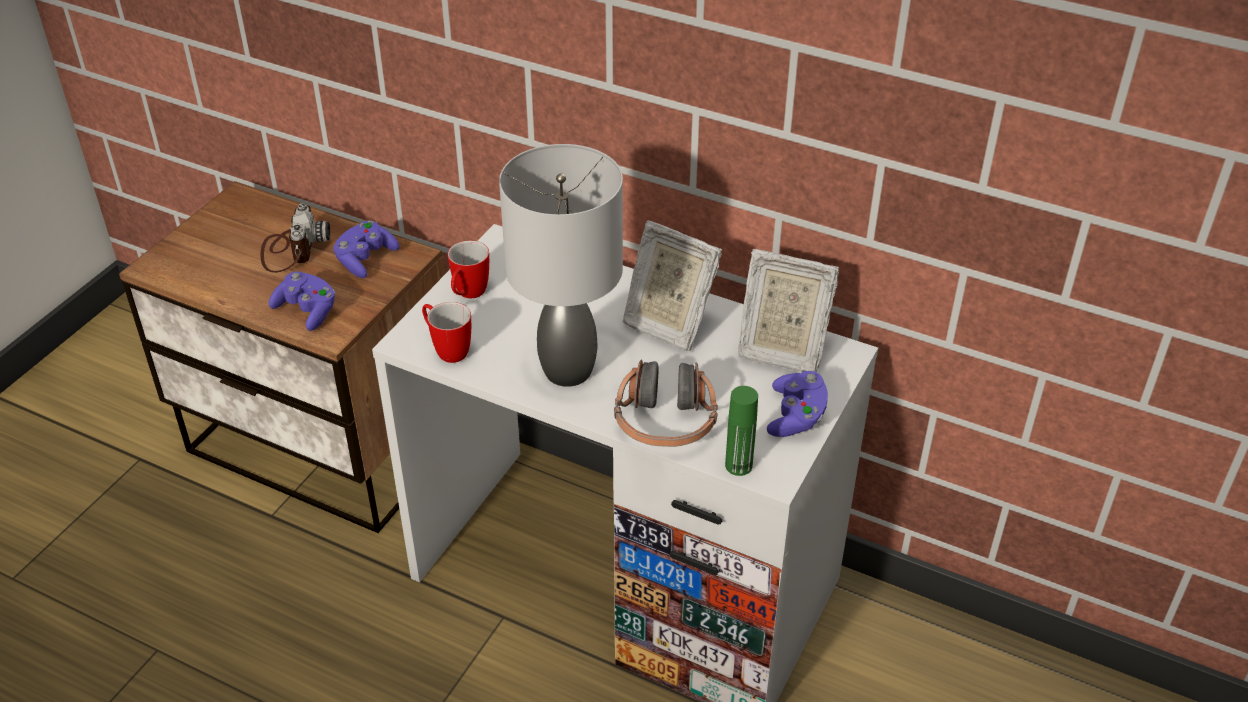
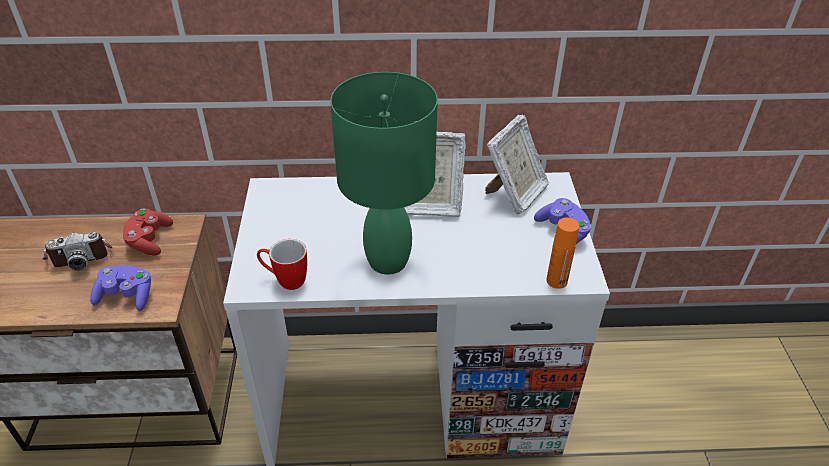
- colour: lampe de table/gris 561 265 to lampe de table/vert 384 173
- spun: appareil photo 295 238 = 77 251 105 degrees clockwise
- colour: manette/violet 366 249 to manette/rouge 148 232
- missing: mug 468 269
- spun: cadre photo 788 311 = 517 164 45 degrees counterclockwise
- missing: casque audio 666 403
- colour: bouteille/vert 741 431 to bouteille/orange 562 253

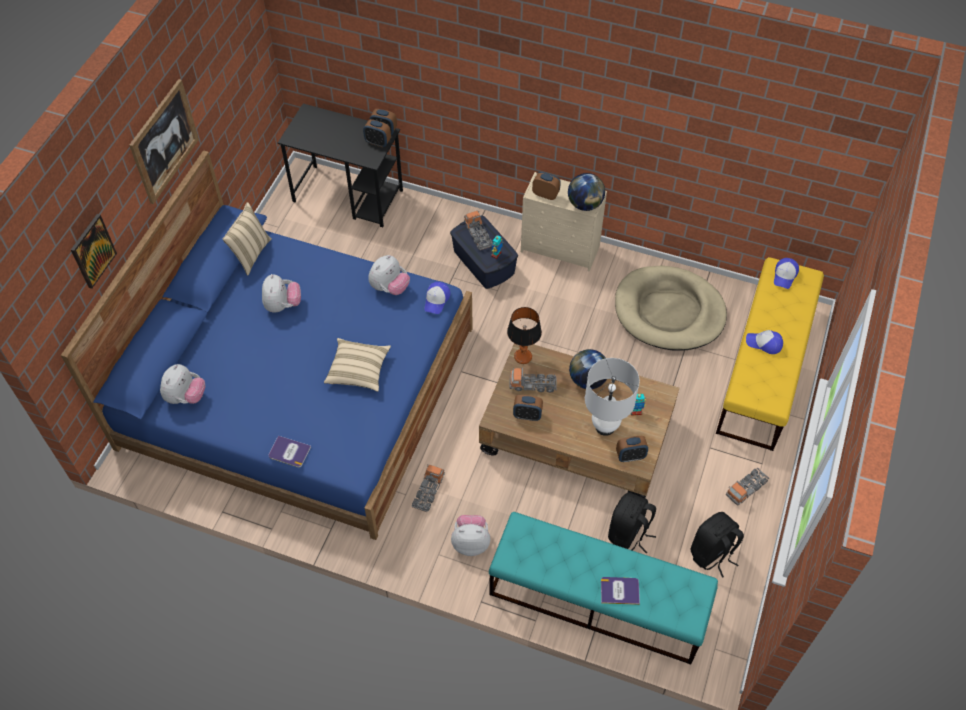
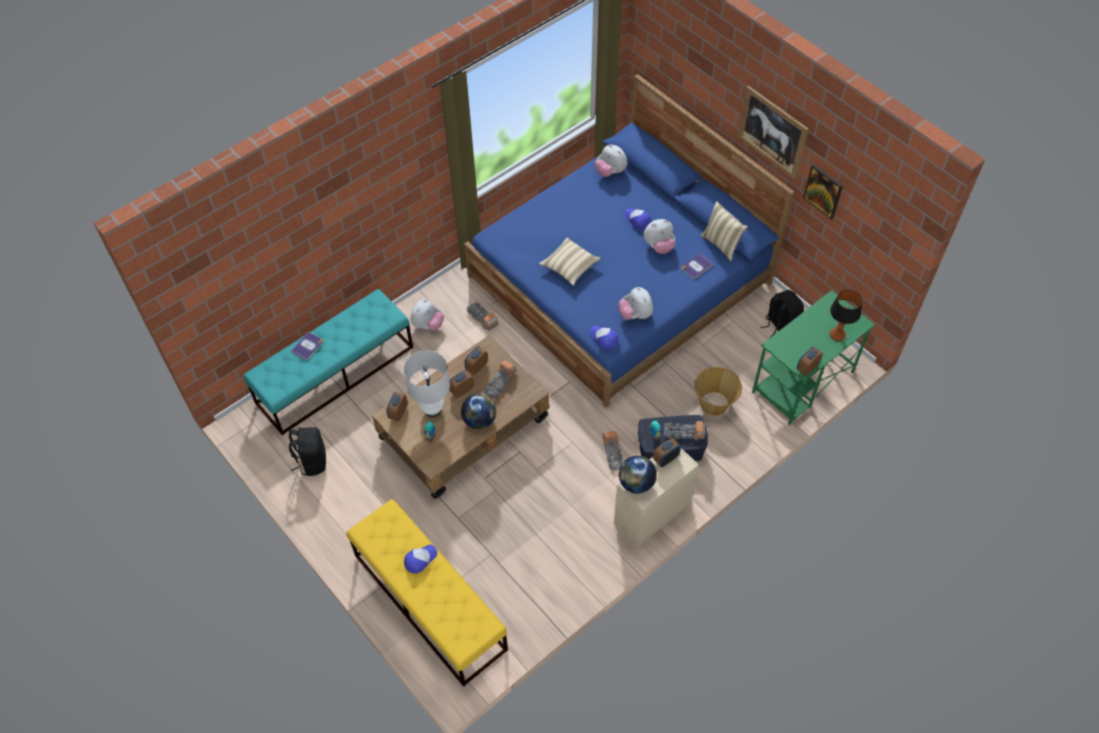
- colour: bureau/noir 340 165 to bureau/vert 813 357
- relocated: réveil 377 133 to 461 384
- relocated: tableau 94 251 to 823 192
- relocated: casquette 786 273 to 638 219
- missing: panier pour chien/beige 671 308
- spun: peluche 281 293 = 659 236 45 degrees counterclockwise
- relocated: lampe de table 524 335 to 846 315
- relocated: livre 290 451 to 697 266
- relocated: camion jouet 748 487 to 613 450
- relocated: sac à dos/noir 632 523 to 782 314
- appeared: panier 718 391

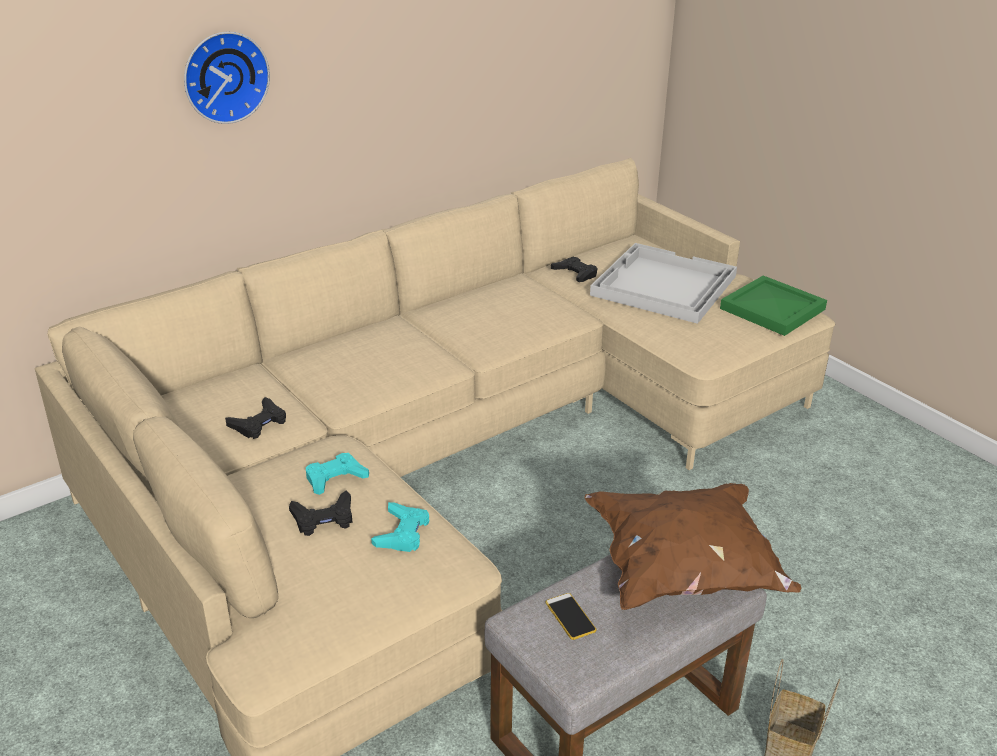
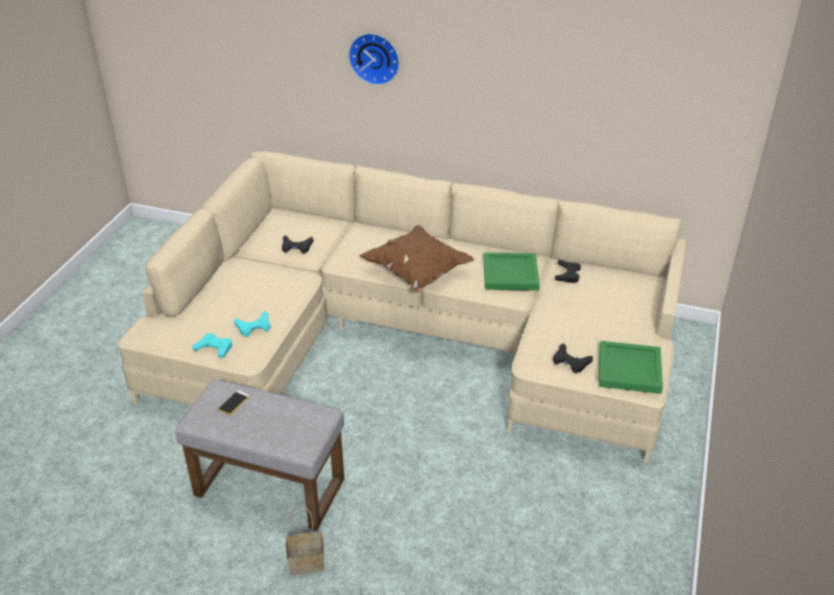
- missing: plateau/blanc 663 283
- relocated: manette/turquoise 337 474 to 212 345
- relocated: coussin/marron 693 546 to 416 258
- relocated: manette/noir 320 513 to 573 358
- appeared: plateau/vert 512 271

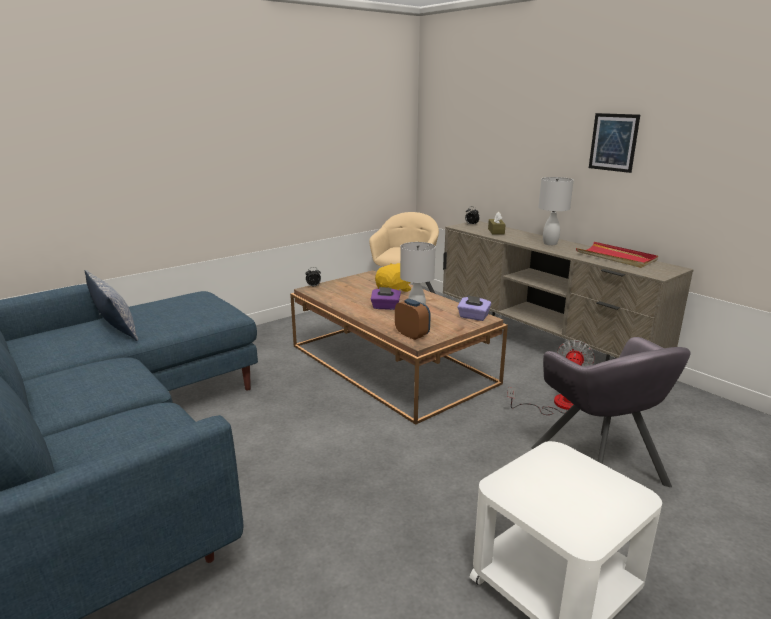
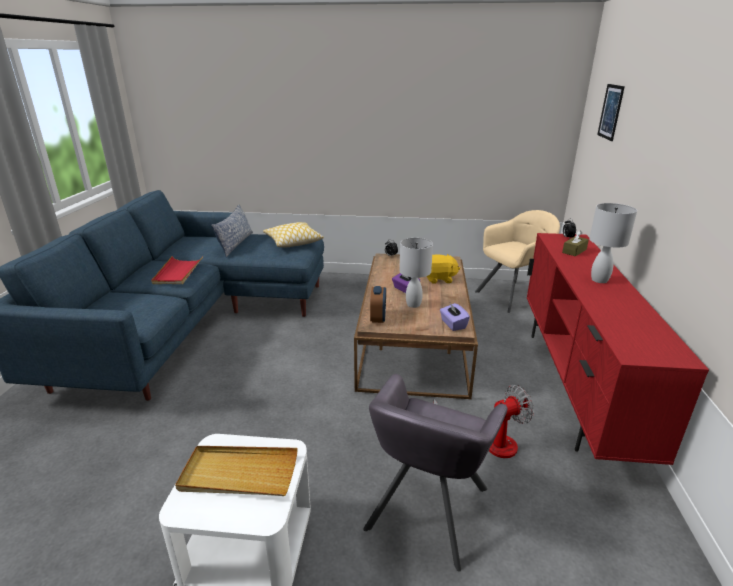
- relocated: tableau 614 143 to 611 112
- colour: meuble télé/beige 568 291 to meuble télé/rouge 618 349
- relocated: plateau/rouge 617 255 to 177 270
- appeared: coussin 293 235
- appeared: plateau/beige 236 471

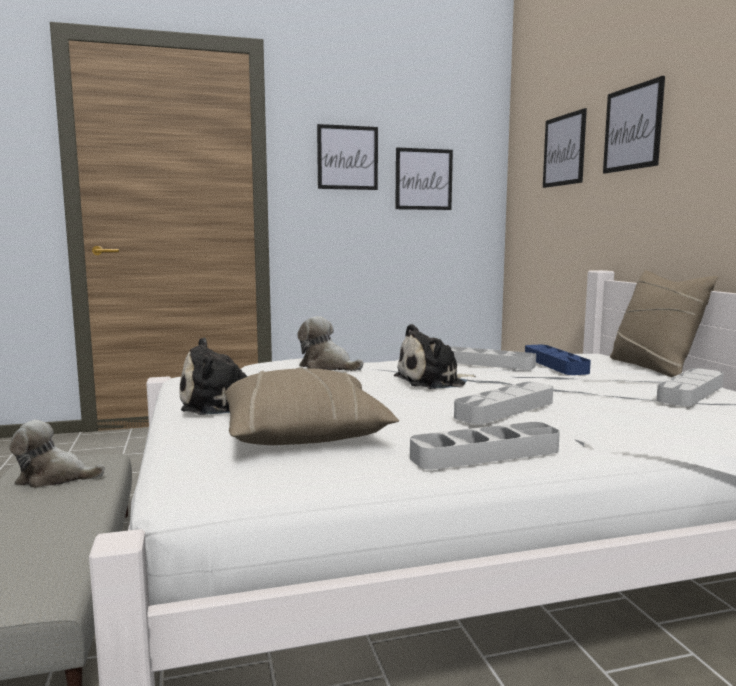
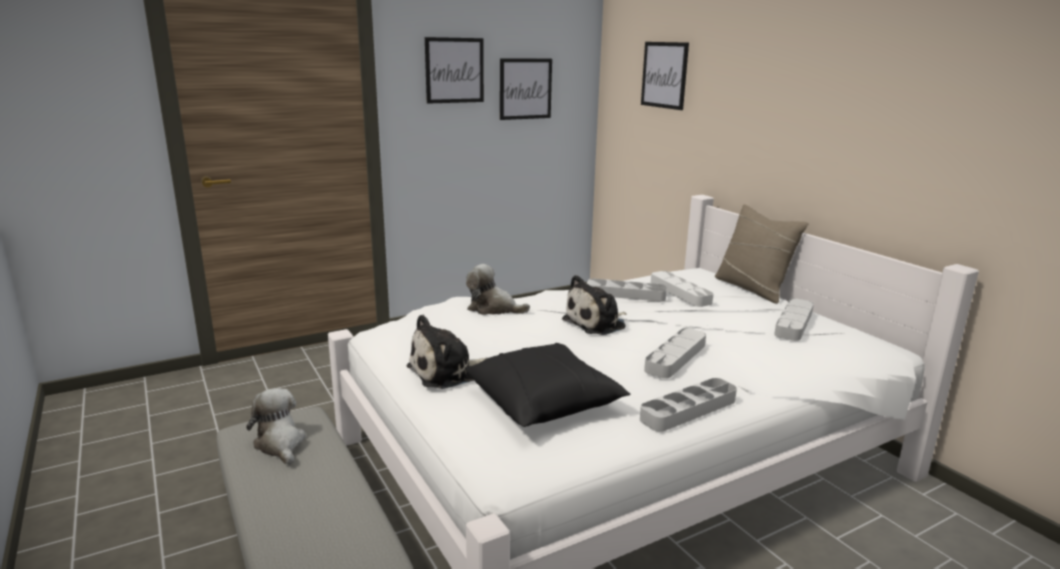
- missing: tableau 634 124
- colour: plateau/bleu 558 360 to plateau/blanc 682 289
- colour: coussin/beige 312 406 to coussin/noir 548 385
- spun: peluche 57 454 = 276 426 75 degrees clockwise

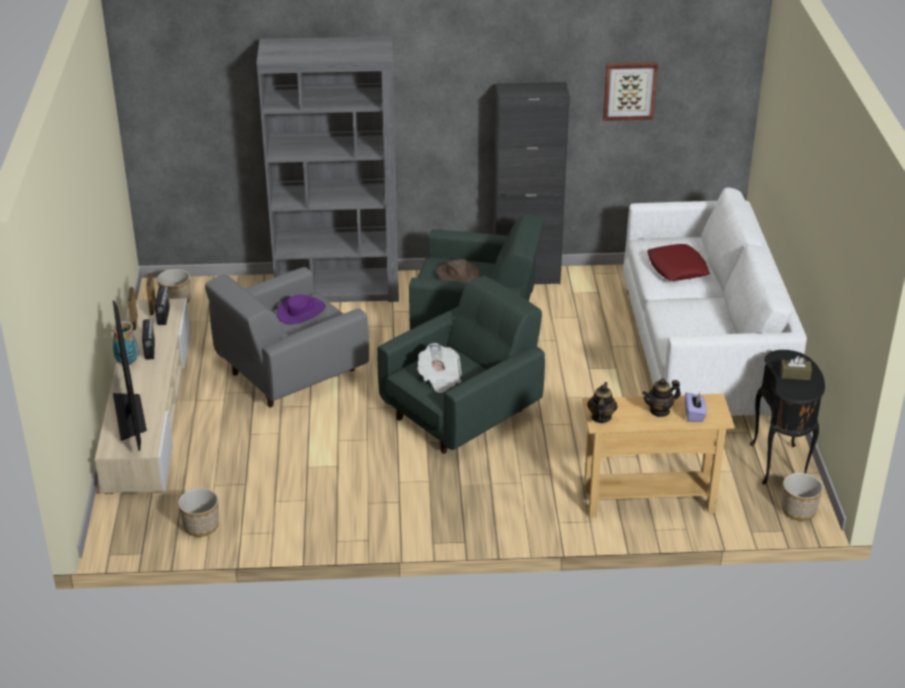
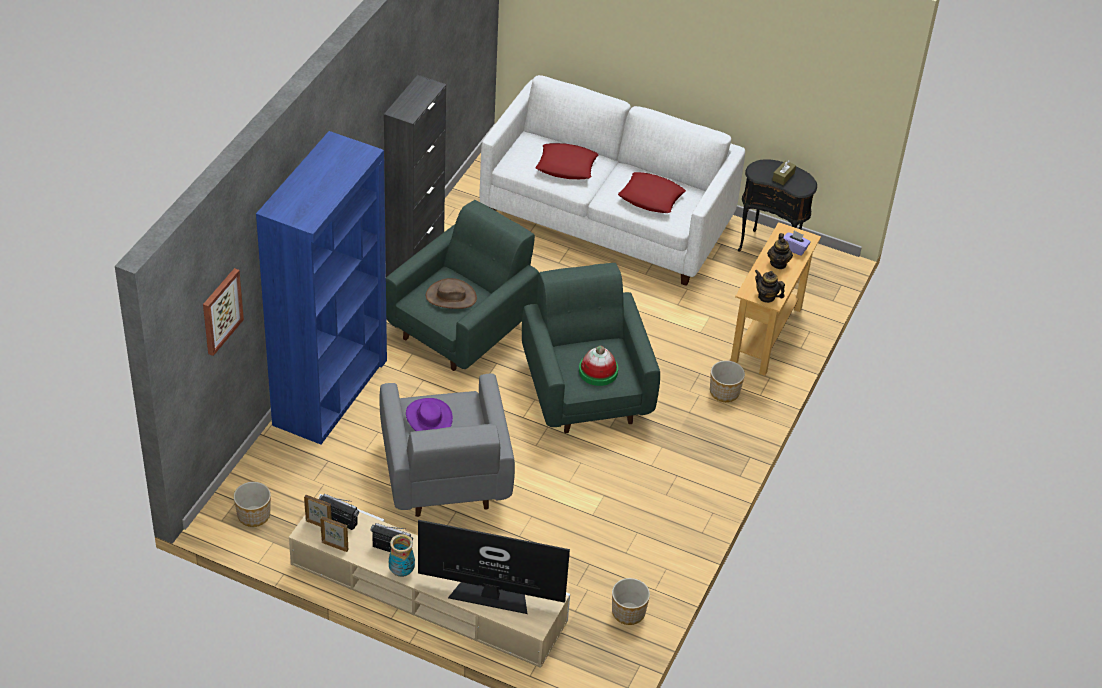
- colour: bibliothèque/gris 328 169 to bibliothèque/bleu 321 288
- relocated: tableau 630 91 to 223 312
- exchanged: journal 440 368 to chapeau 598 366
- relocated: cache-pot 802 497 to 727 381
- appeared: coussin/rouge 652 192

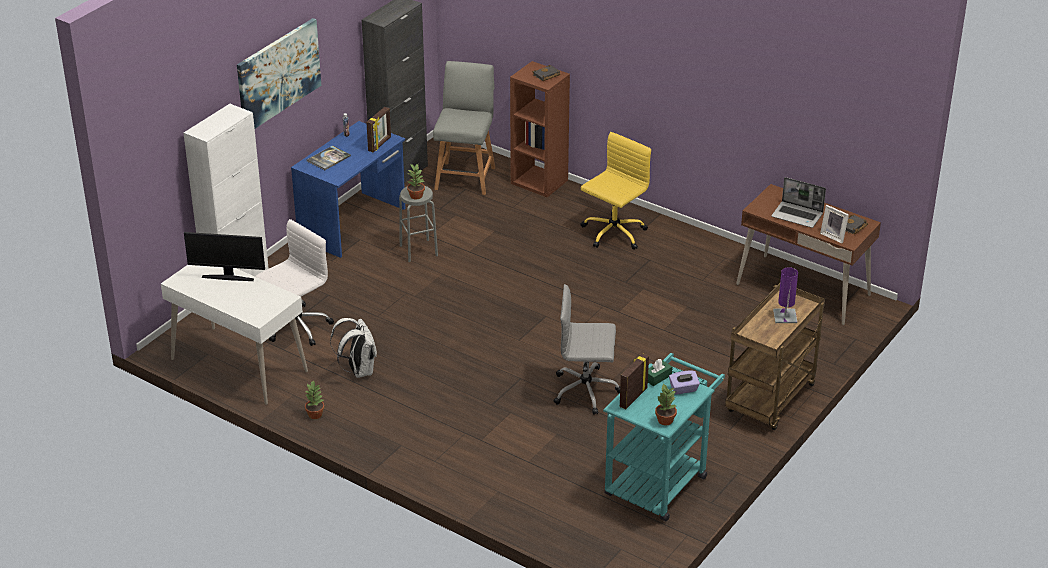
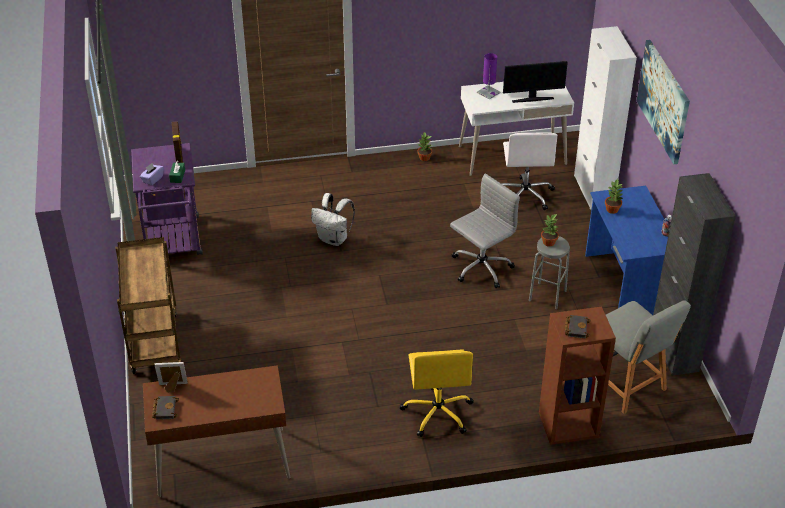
- missing: cadre photo 378 129
- missing: livre 329 158
- missing: ordinateur portable 798 202
- spun: écran d'ordinateur 224 256 = 535 82 150 degrees counterclockwise
- relocated: lampe de table/violet 785 295 to 489 76
- relocated: chaise de bureau/gris 587 349 to 485 231
- relocated: sac à dos/blanc 353 348 to 333 219
- colour: chariot/turquoise 664 437 to chariot/violet 167 199
- relocated: plante en pot 666 404 to 614 196

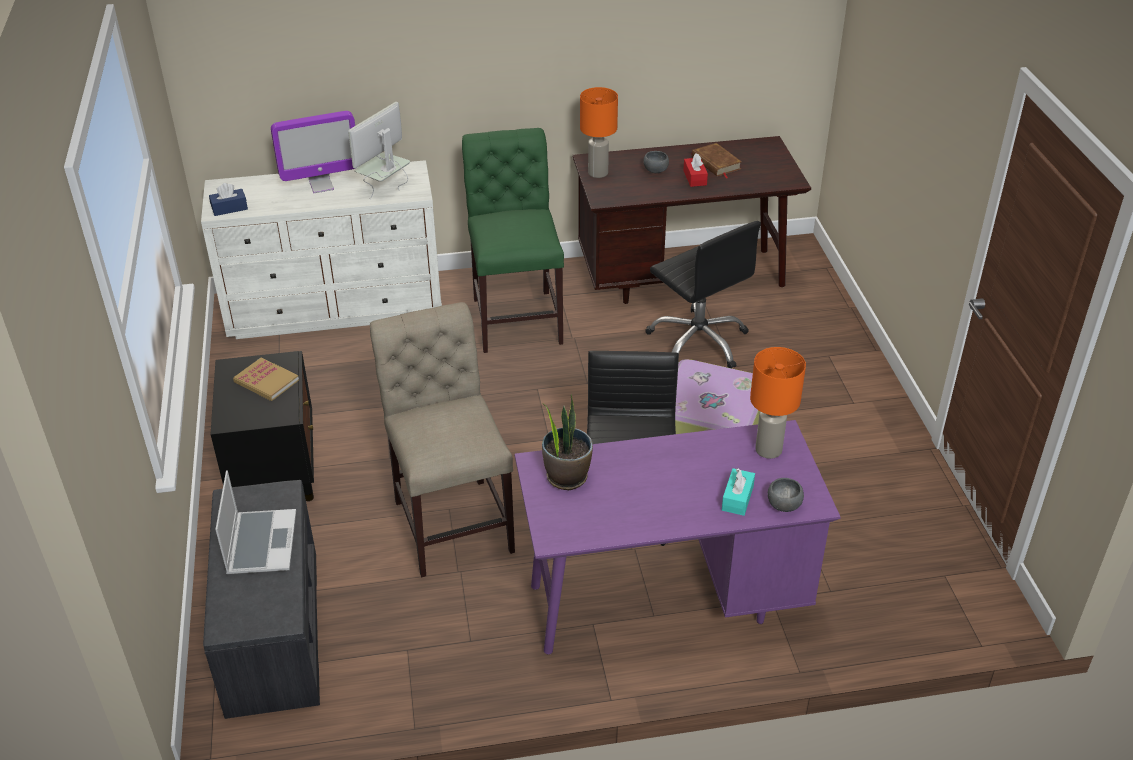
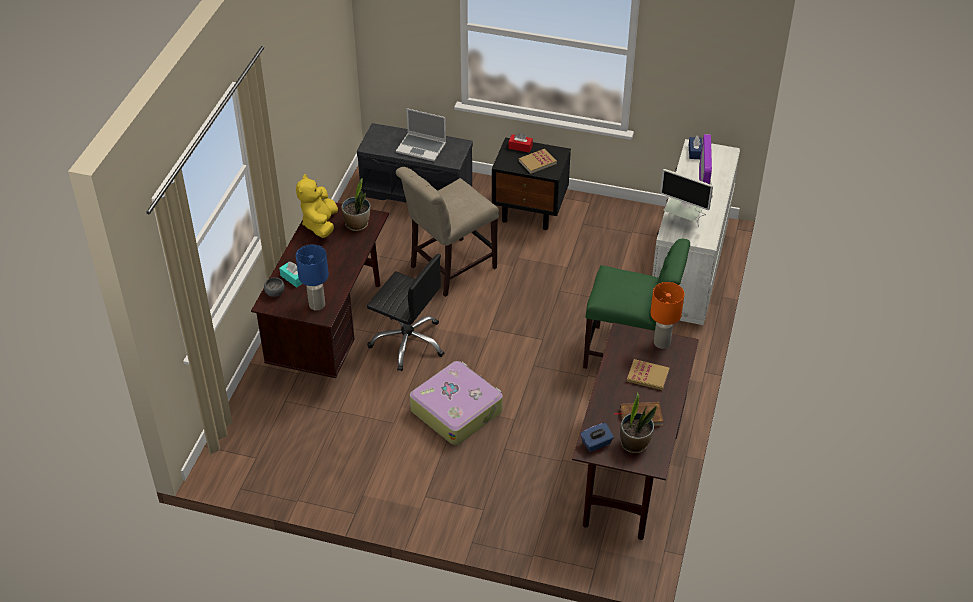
- spun: écran d'ordinateur 379 150 = 686 198 150 degrees clockwise
- exchanged: bol/gris 656 162 to livre 648 374
- relocated: boîte à mouchoirs/rouge 695 170 to 520 143
- missing: chaise de bureau/noir 703 294
- spun: chaise/beige 442 439 = 447 232 135 degrees clockwise
- colour: lampe de table/orange 778 403 to lampe de table/bleu 312 277
- colour: bureau/violet 678 537 to bureau/marron 320 290
- appeared: peluche/jaune 317 206
- appeared: plante en pot 638 422
- appeared: boîte à mouchoirs/bleu 597 437

